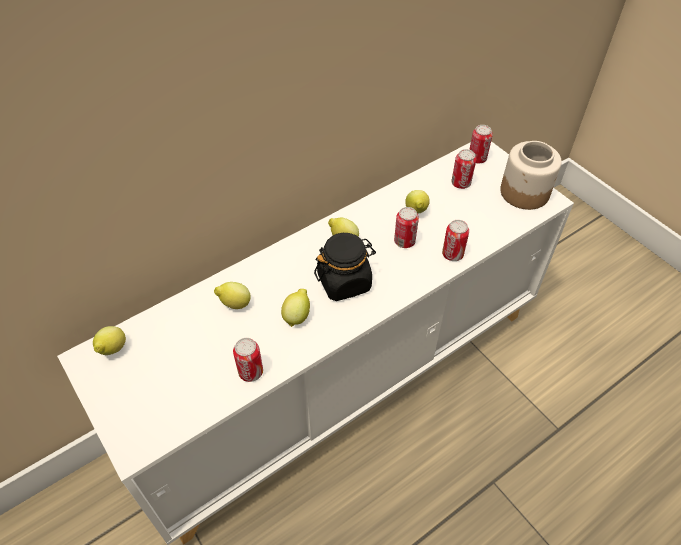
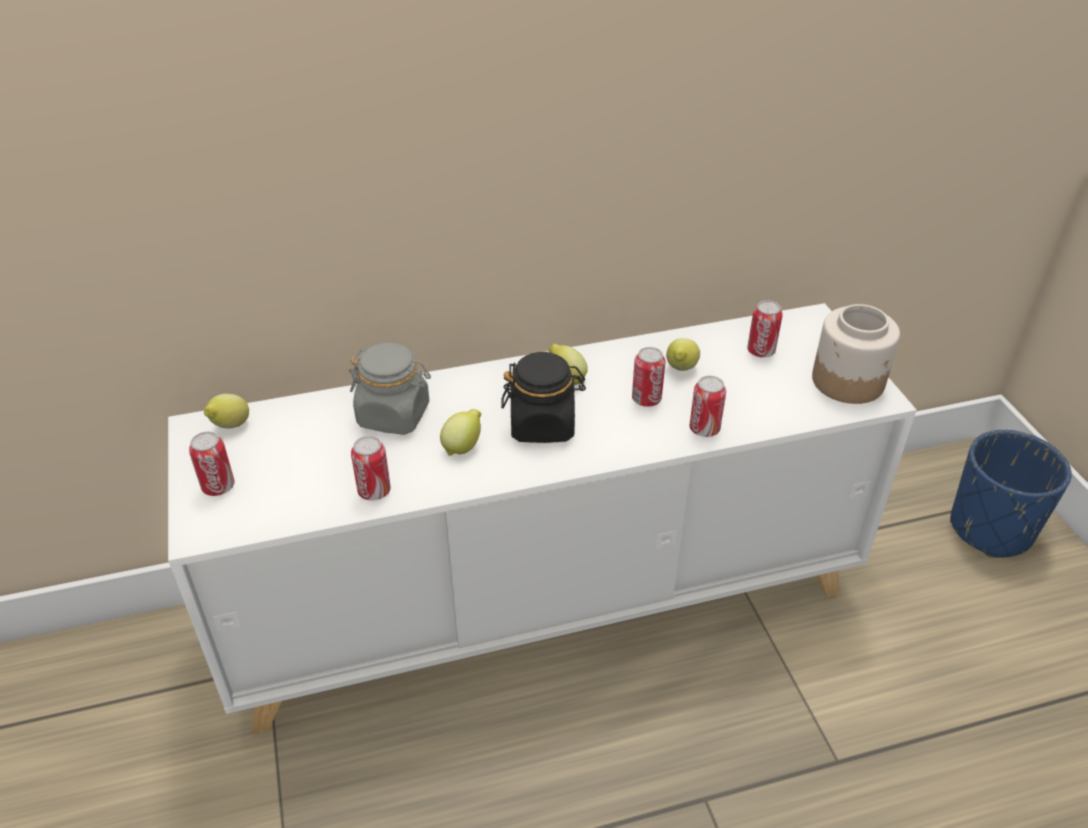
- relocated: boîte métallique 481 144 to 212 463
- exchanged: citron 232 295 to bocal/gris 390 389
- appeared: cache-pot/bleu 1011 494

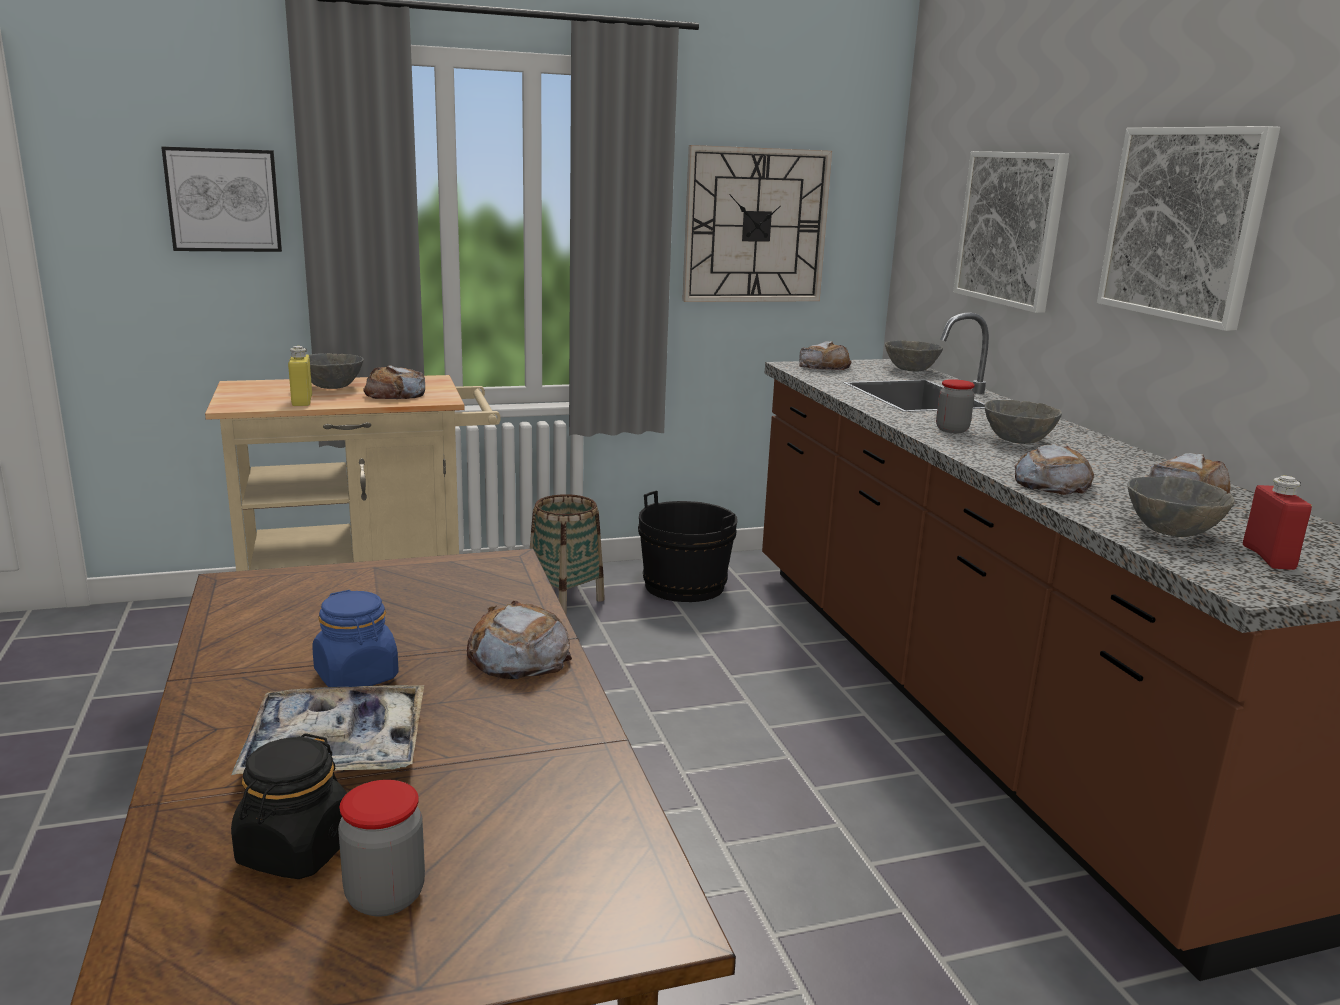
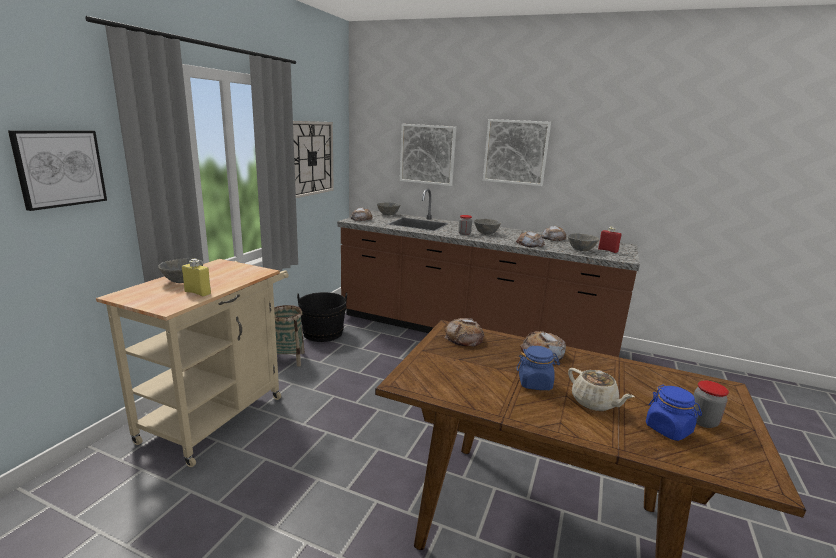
- relocated: pain 394 382 to 464 332
- exchanged: plateau 327 730 to théière/beige 601 389
- colour: bocal/noir 289 806 to bocal/bleu 674 413

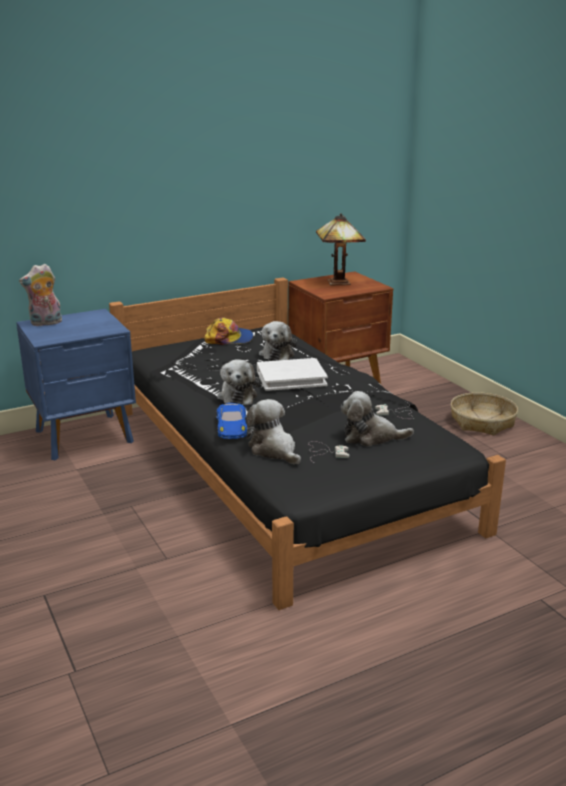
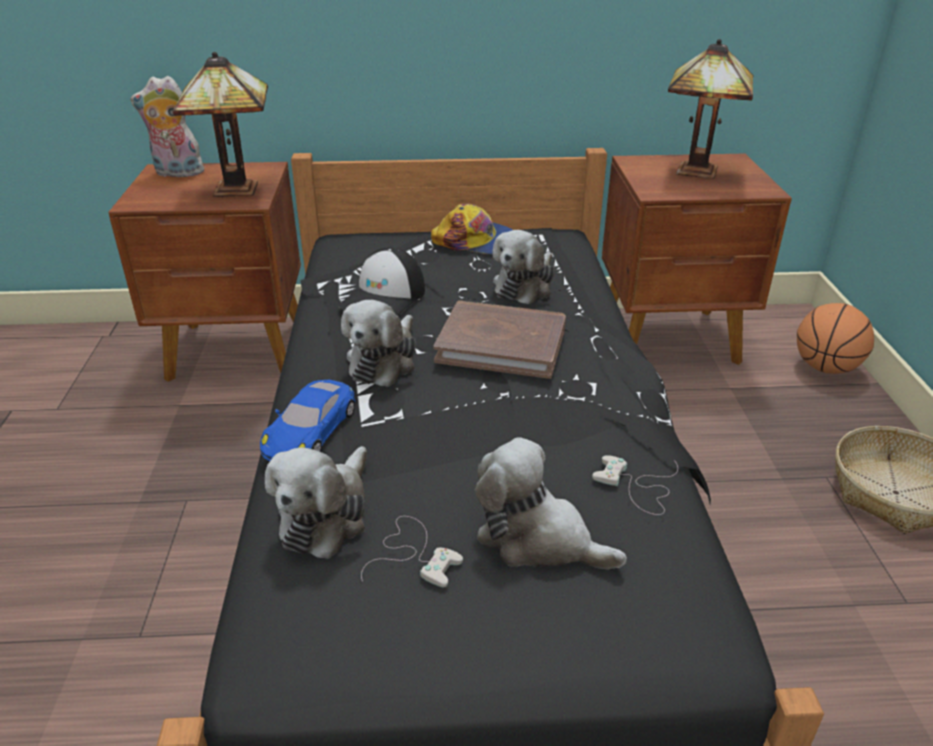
- colour: table de chevet/bleu 76 385 to table de chevet/marron 205 272
- colour: livre/blanc 292 374 to livre/marron 500 340
- spun: peluche 273 431 = 316 502 150 degrees counterclockwise
- appeared: lampe de table 220 124
- appeared: casquette 382 282
- appeared: ballon de basket 835 338

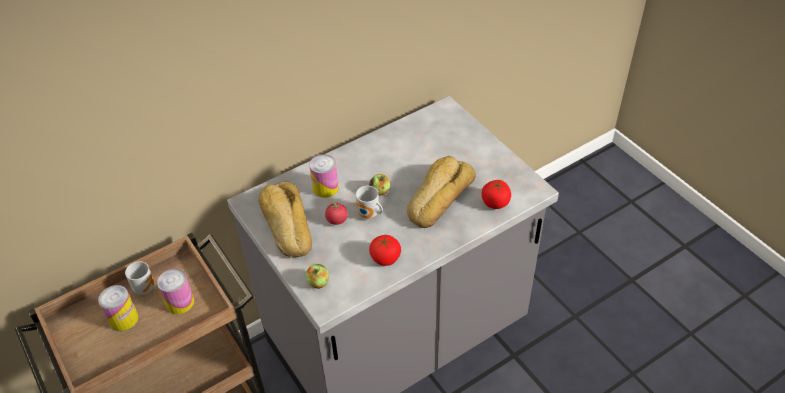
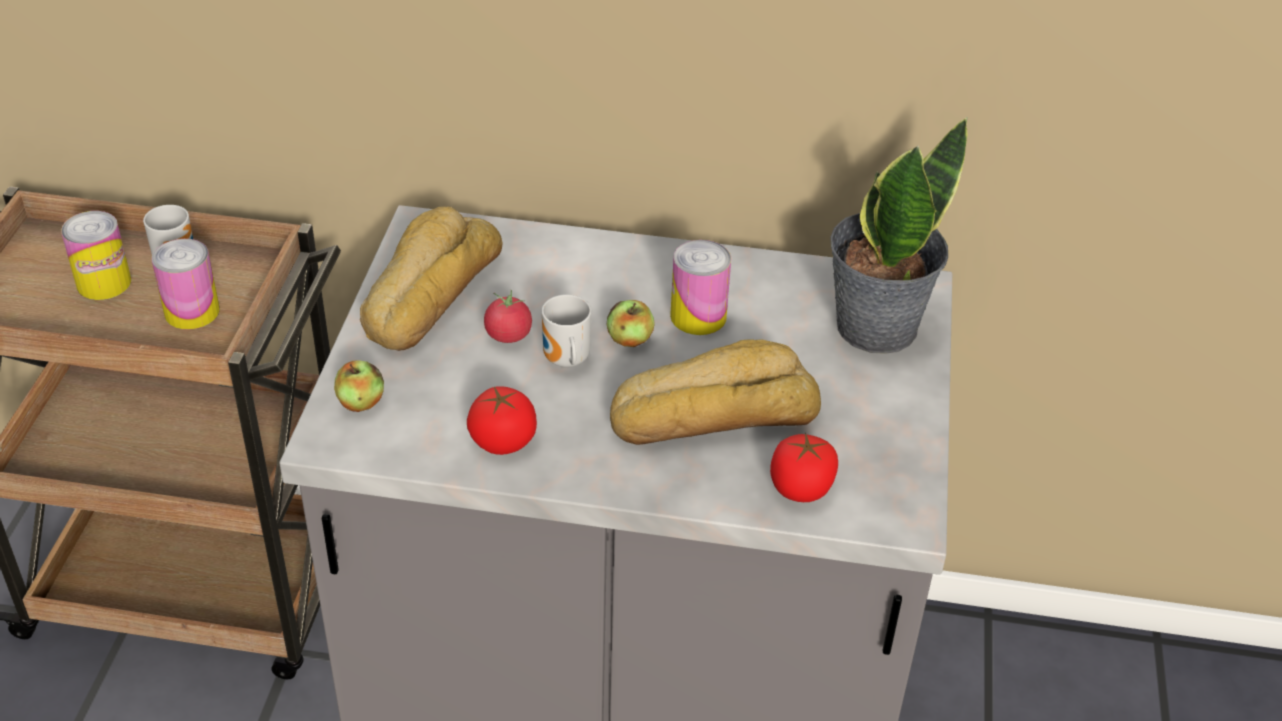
- relocated: boîte métallique 324 176 to 700 287
- appeared: plante en pot 898 235

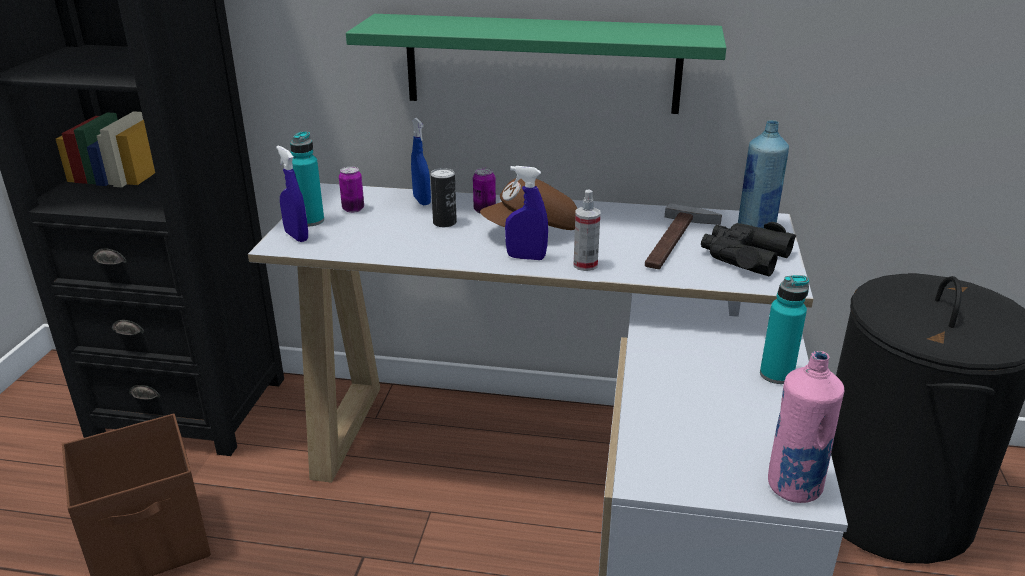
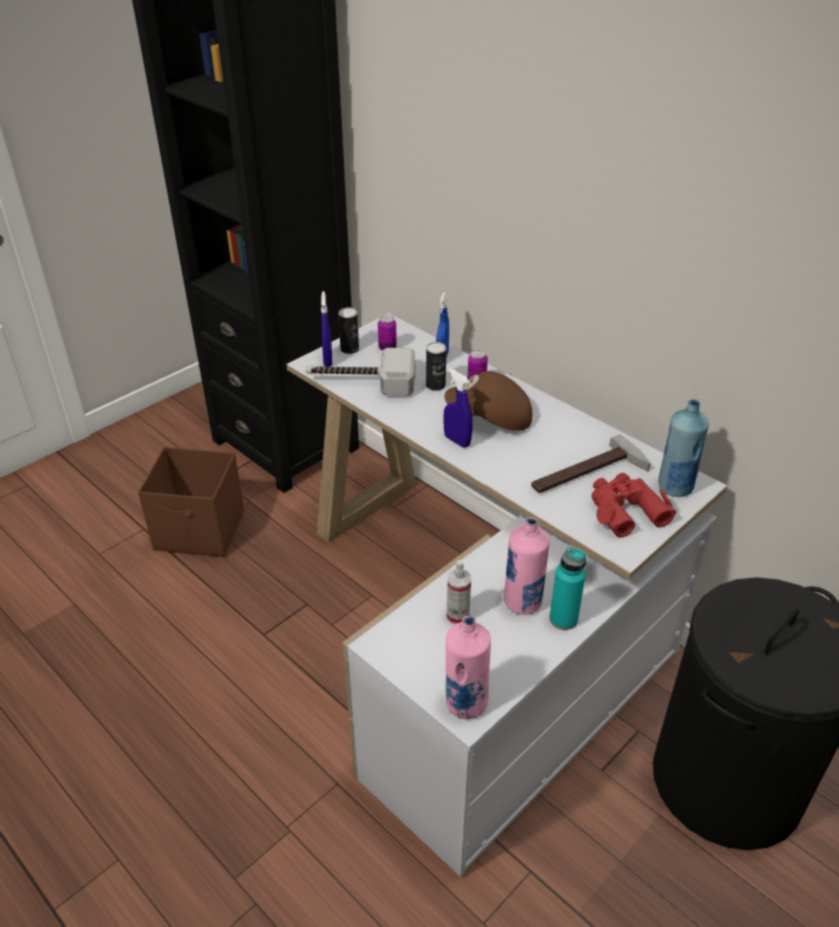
- missing: étagère/vert 536 64
- exchanged: bouteille/turquoise 307 178 to boîte métallique 348 330
- relocated: vaporisateur 587 230 to 458 592
- colour: jumelles/noir 748 249 to jumelles/rouge 633 505
- appeared: marteau 360 372
- appeared: bouteille/rose 527 566

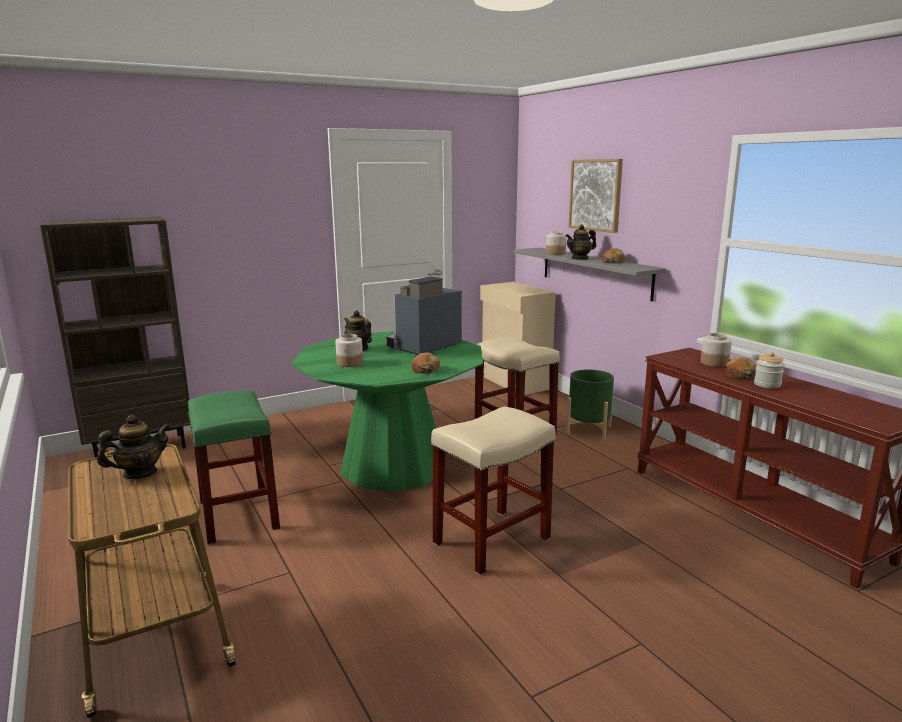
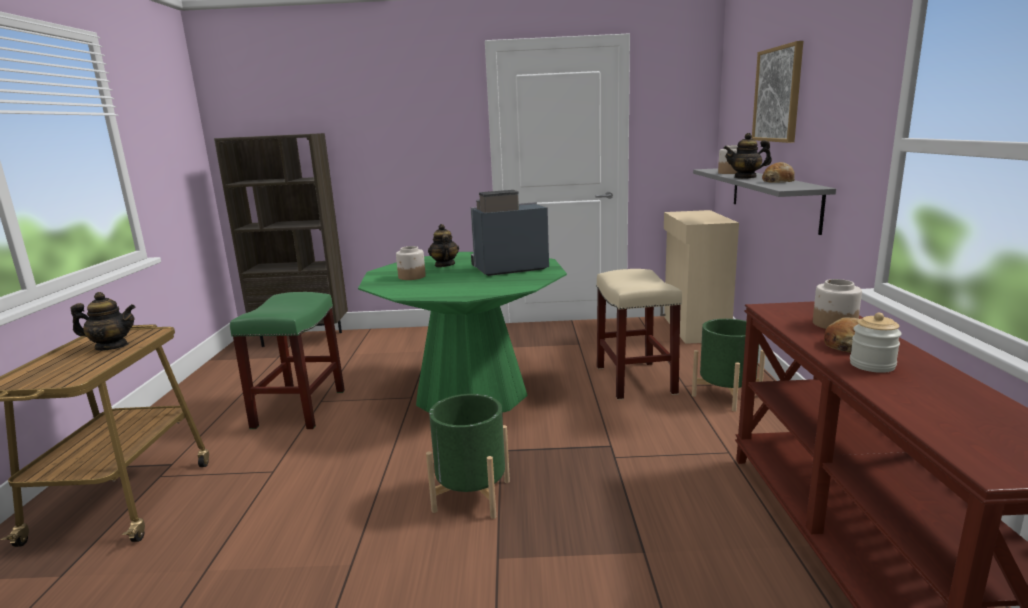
- missing: pain 426 363
- exchanged: tabouret/beige 493 491 to cache-pot/vert 468 456

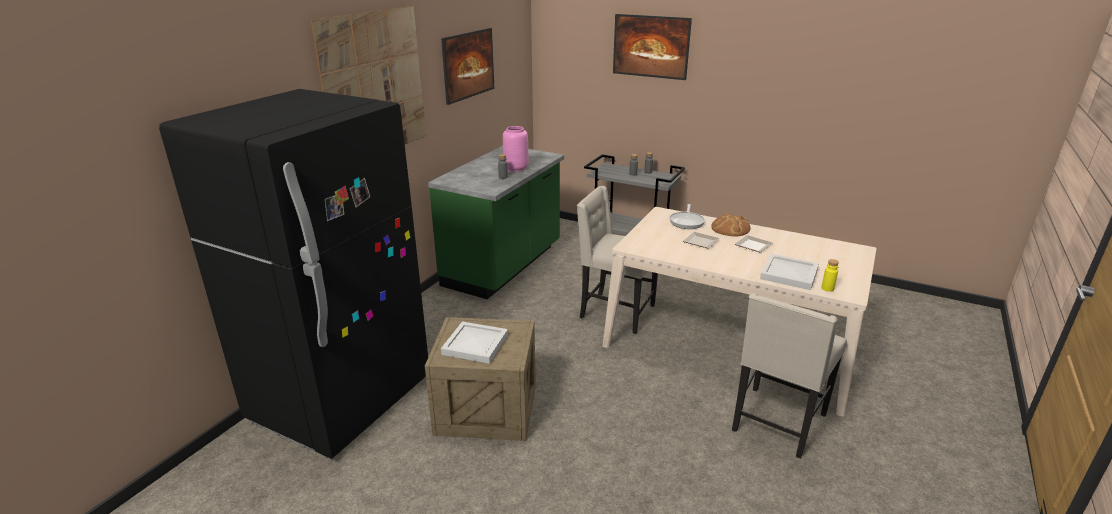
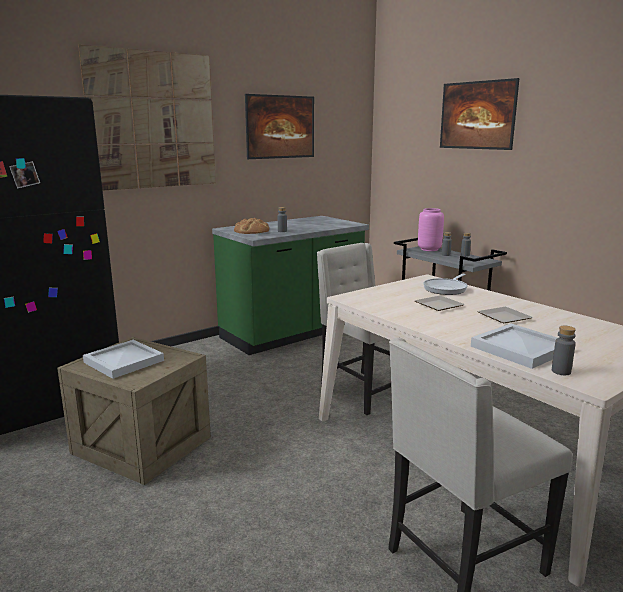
- relocated: vase/rose 515 149 to 431 229
- relocated: pain 731 225 to 251 226
- colour: bouteille/jaune 830 275 to bouteille/gris 564 350

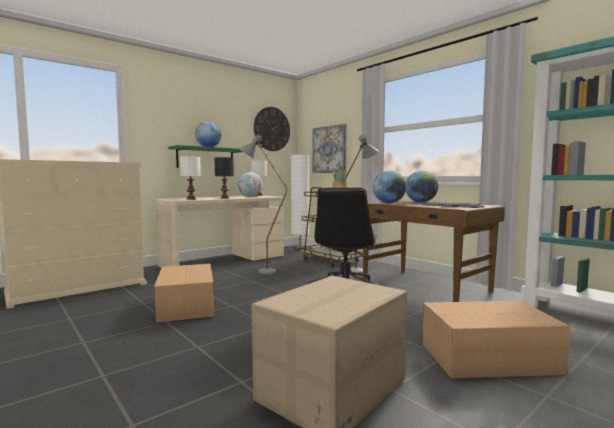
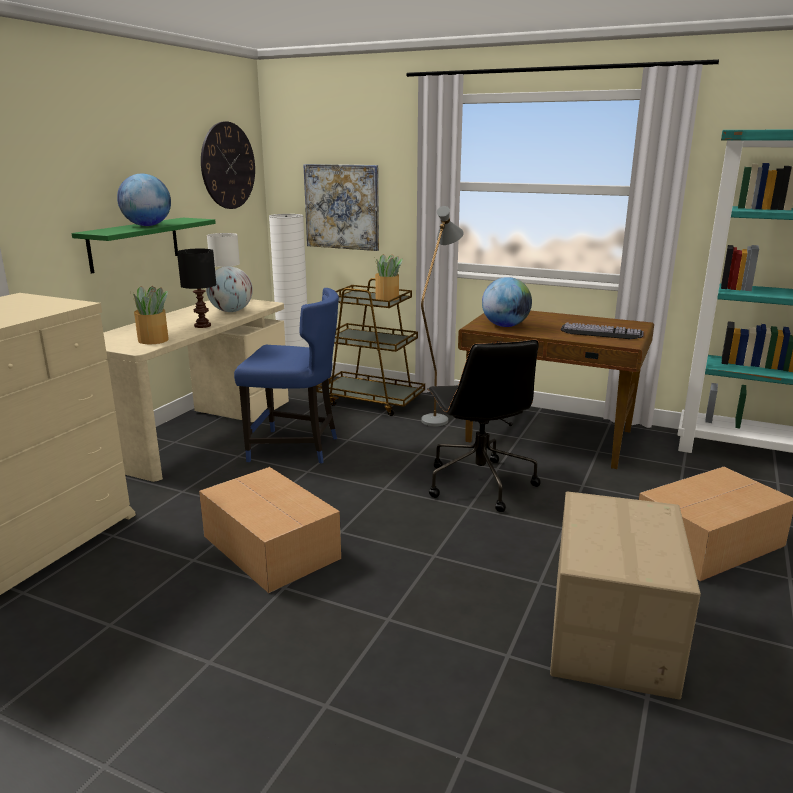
- exchanged: lampadaire/gris 262 204 to chaise/bleu 286 376
- exchanged: lampe de table/blanc 190 178 to plante en pot 149 315
- missing: globe 422 187

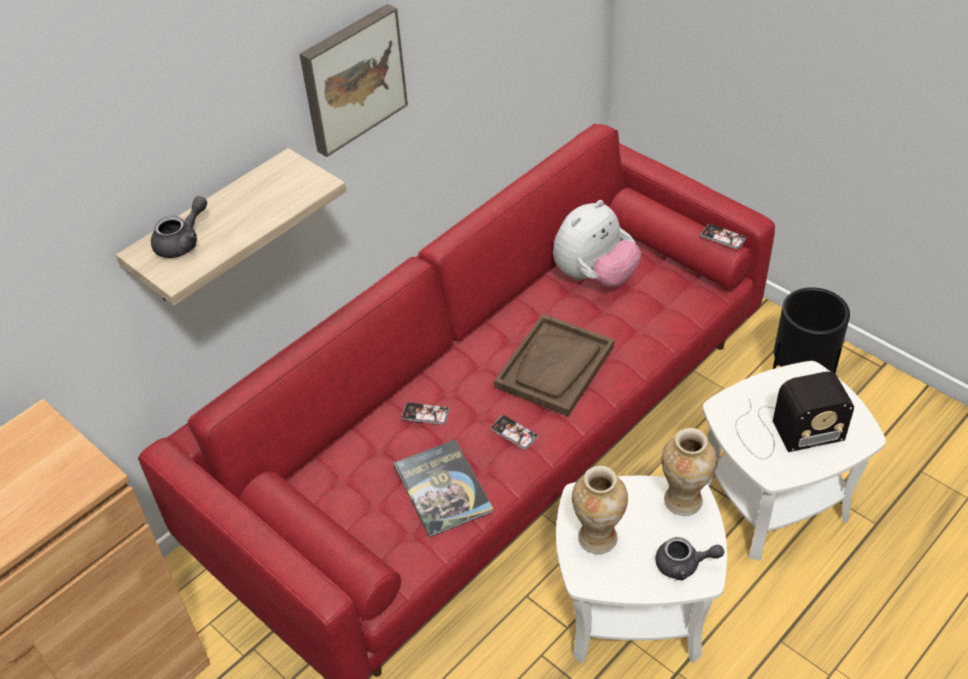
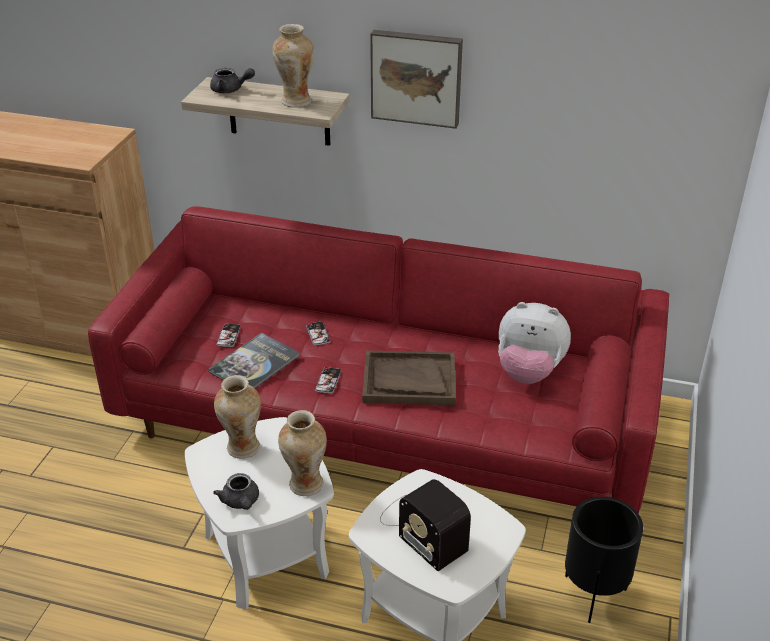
- relocated: téléphone 723 236 to 228 335
- appeared: vase 293 66

